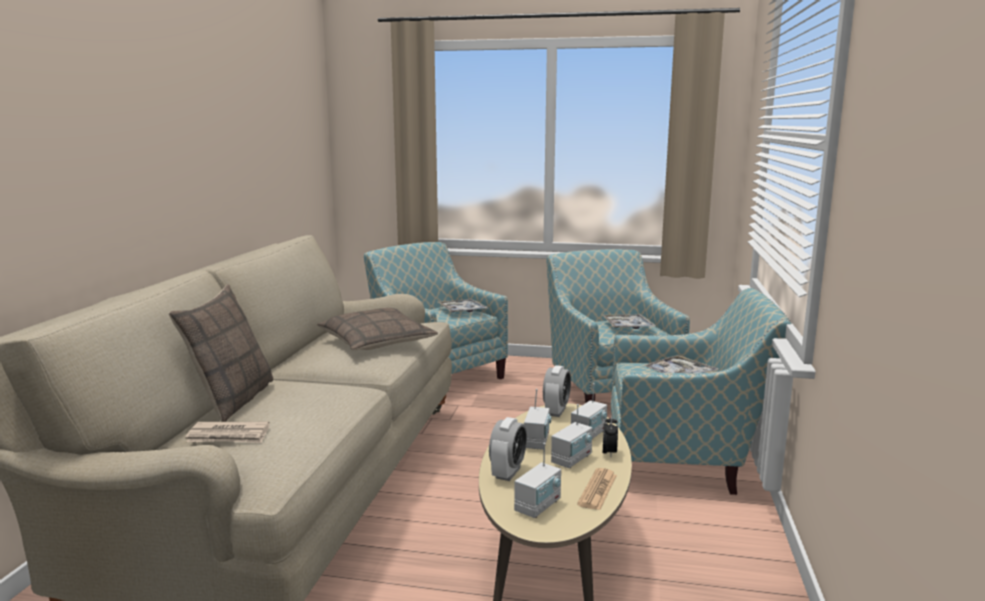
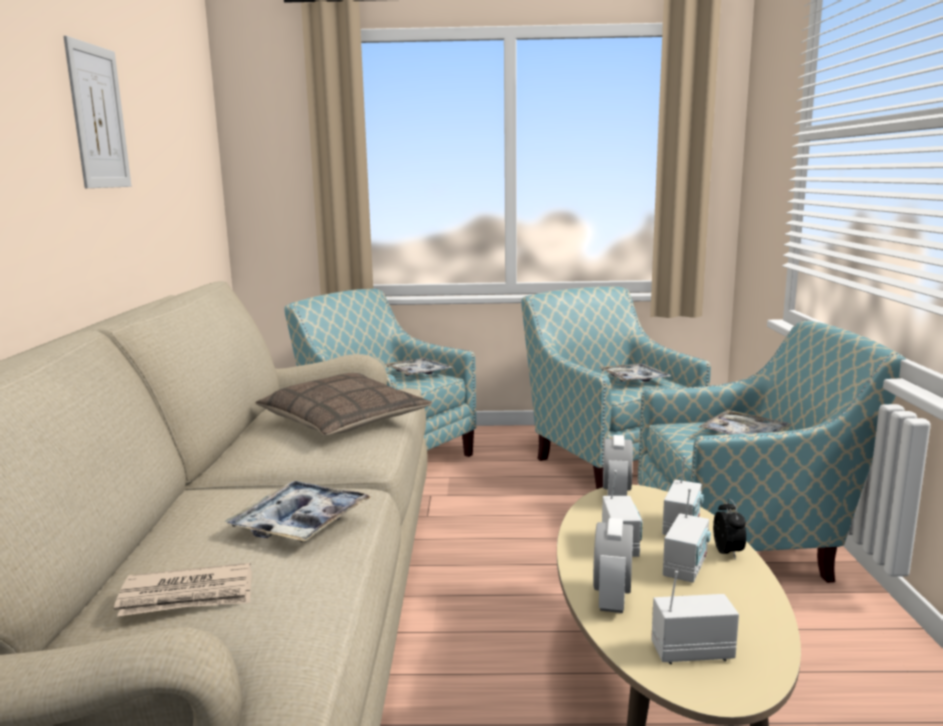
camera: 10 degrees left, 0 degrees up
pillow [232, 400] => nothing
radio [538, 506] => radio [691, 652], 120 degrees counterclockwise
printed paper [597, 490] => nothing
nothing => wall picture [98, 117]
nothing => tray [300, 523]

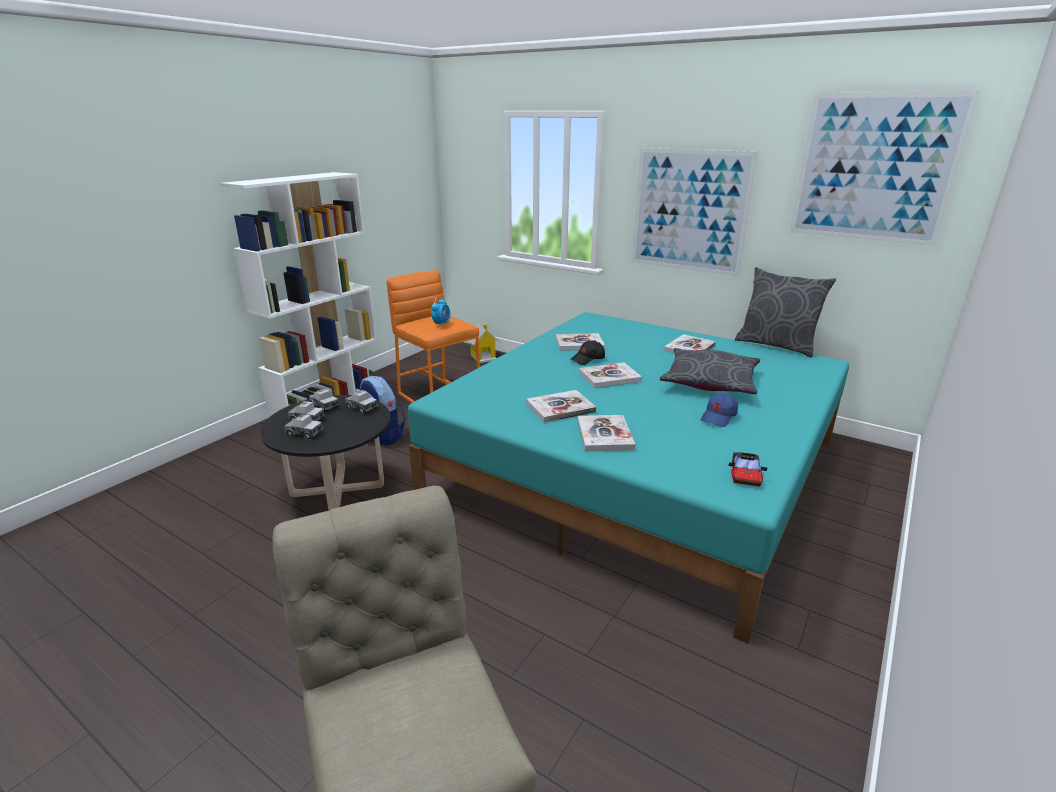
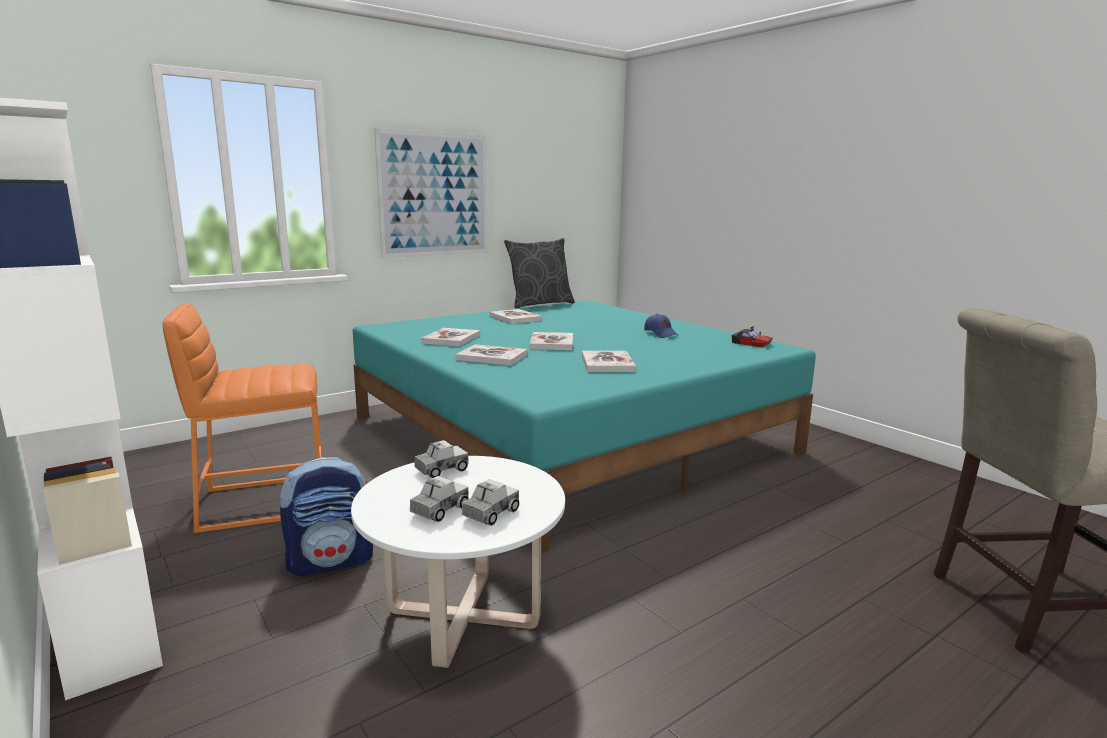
camera: 70 degrees left, 10 degrees down
wall picture [874, 168] => nothing
alarm clock [441, 324] => nothing
model house [483, 357] => nothing
cap in blackish [588, 359] => nothing
pillow in gray [709, 381] => nothing
toy truck [324, 406] => nothing
lounge table in blackish [338, 490] => lounge table in white [463, 617]
volume [604, 435] => volume [492, 357], shifted

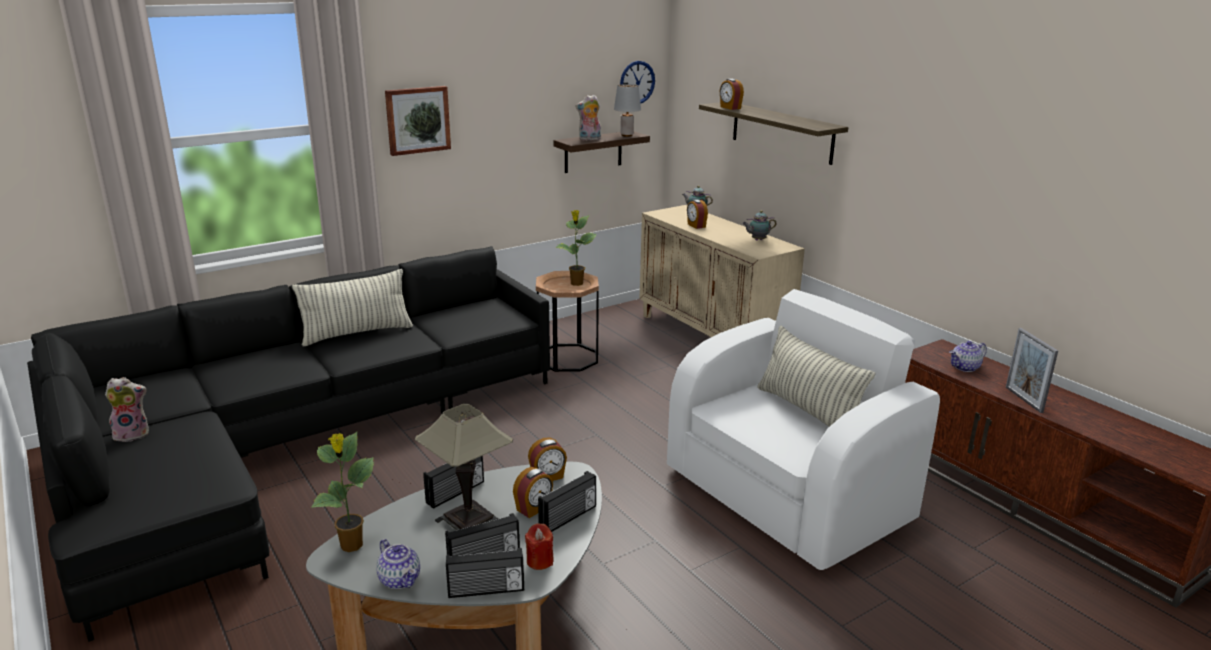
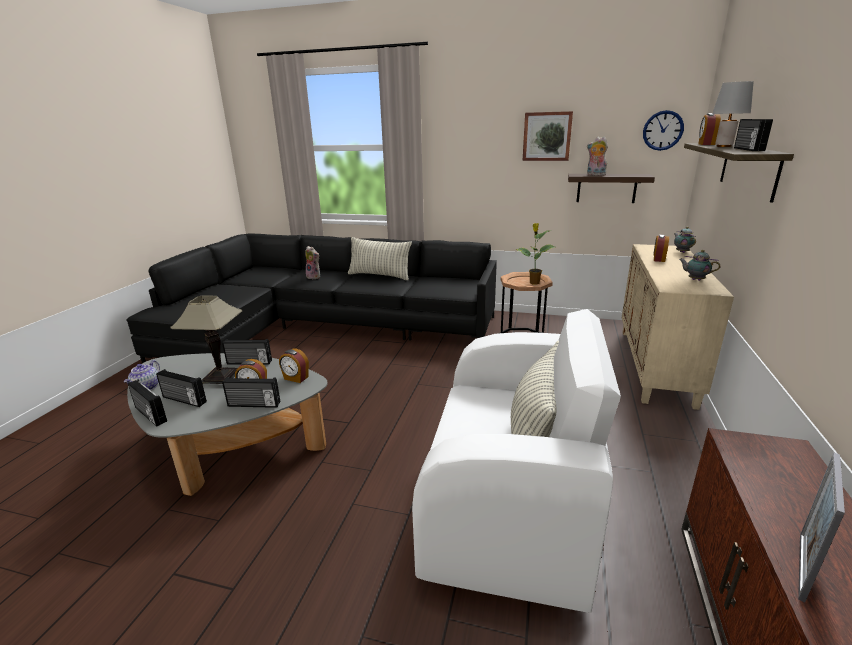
camera: 50 degrees right, 0 degrees up
table lamp in gray [626, 135] => table lamp in gray [723, 146], shifted
wall picture [417, 120] => wall picture [547, 136], shifted
pot for tea [965, 367] => nothing
cuddly toy [133, 434] => cuddly toy [314, 277], shifted
potted plant [351, 546] => nothing
wax candle in red-coloured [540, 561] => nothing
nothing => radio [747, 149]

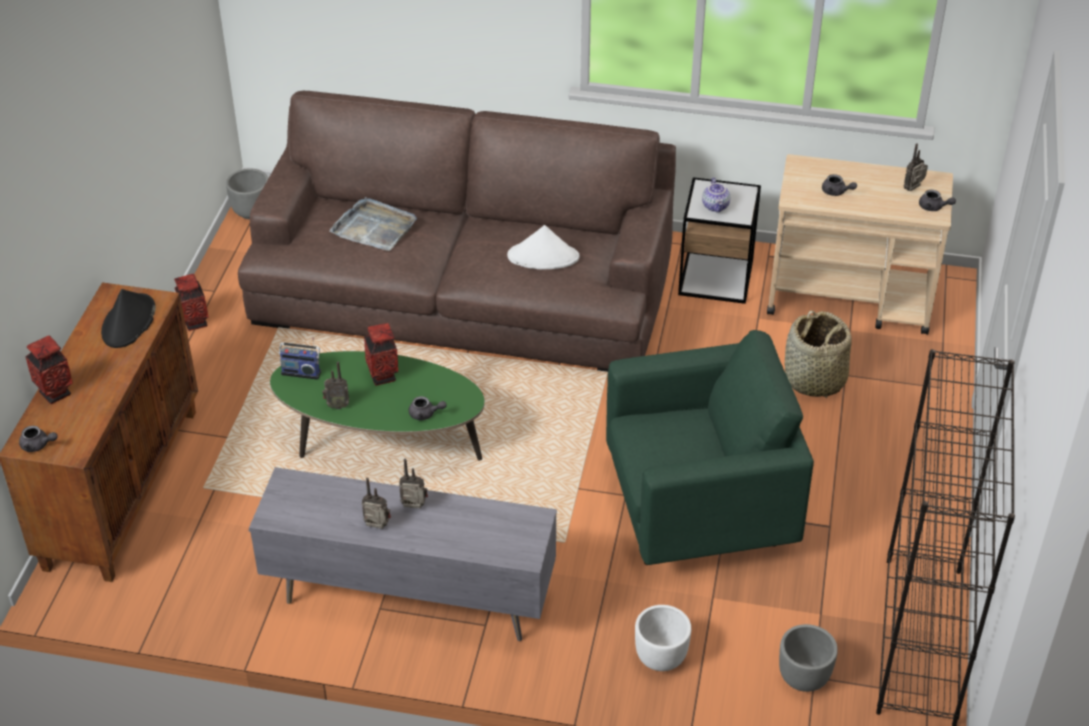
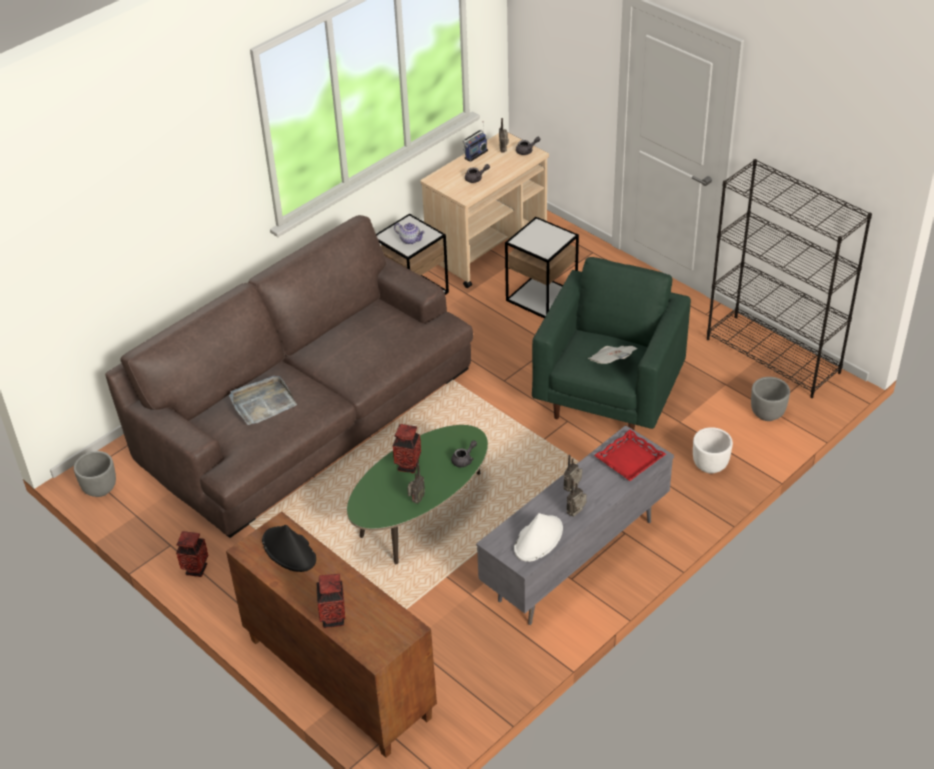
camera: 55 degrees left, 0 degrees up
clothing hat in white [543, 257] => clothing hat in white [538, 539], shifted
basket [814, 380] => accent table [541, 297]
radio [301, 371] => radio [475, 154], shifted
pot for tea in gray [38, 445] => nothing
nothing => printed paper [611, 363]
nothing => tray in red-coloured [630, 460]

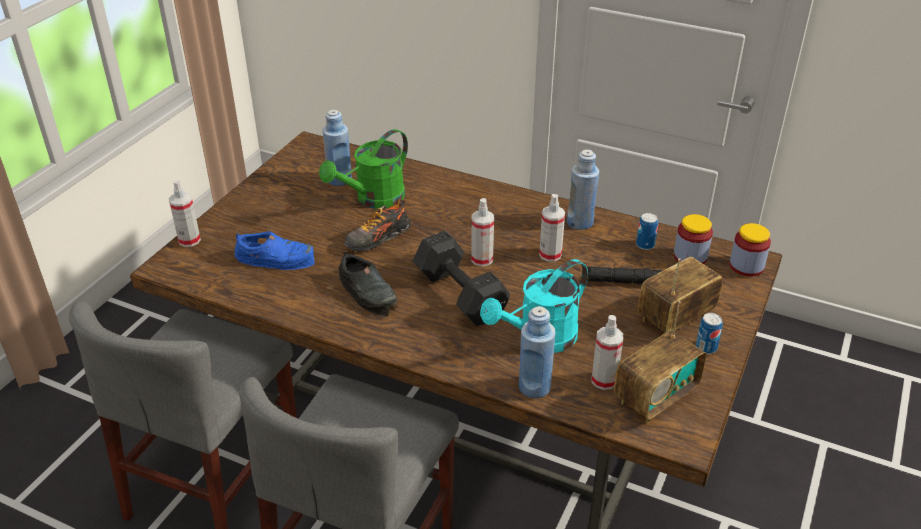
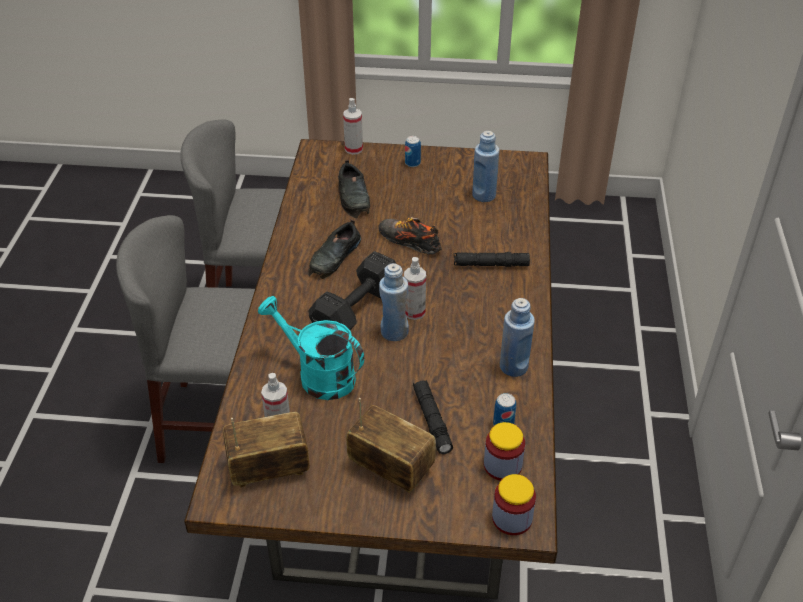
camera: 70 degrees right, 5 degrees up
watering pot in greenish [373, 200] => nothing
spray bottle [550, 254] => nothing
item of footwear in bluish [276, 258] => item of footwear in blackish [354, 197]
radio [655, 397] => radio [269, 469], 135 degrees clockwise
beverage bottle in bluish [534, 387] => beverage bottle in bluish [394, 332], shifted
can [706, 347] => can [412, 163], shifted
nothing => hand torch in blackish [491, 264]

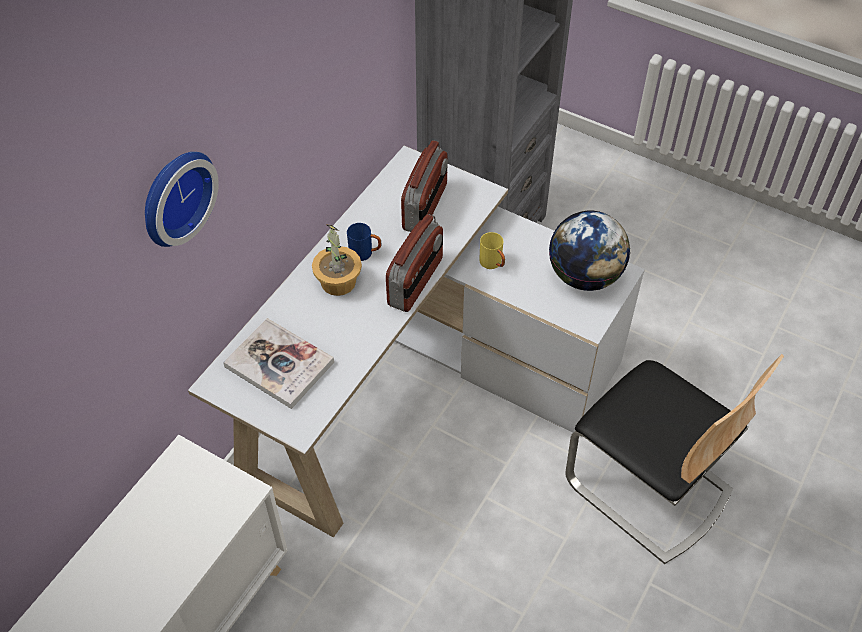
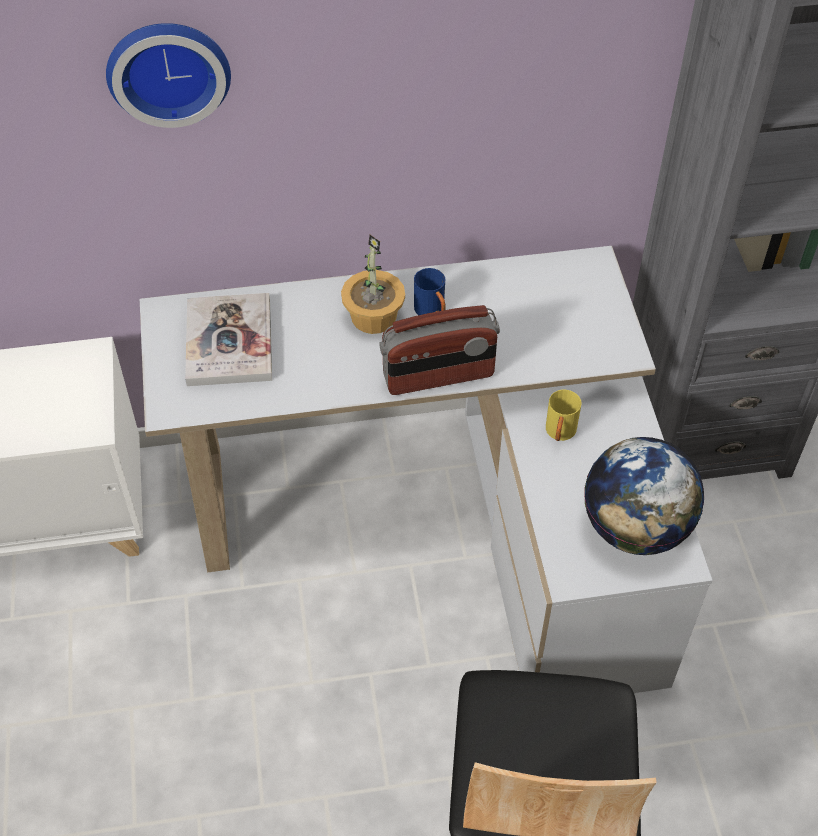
camera: 50 degrees right, 0 degrees up
radio [425, 207] => nothing

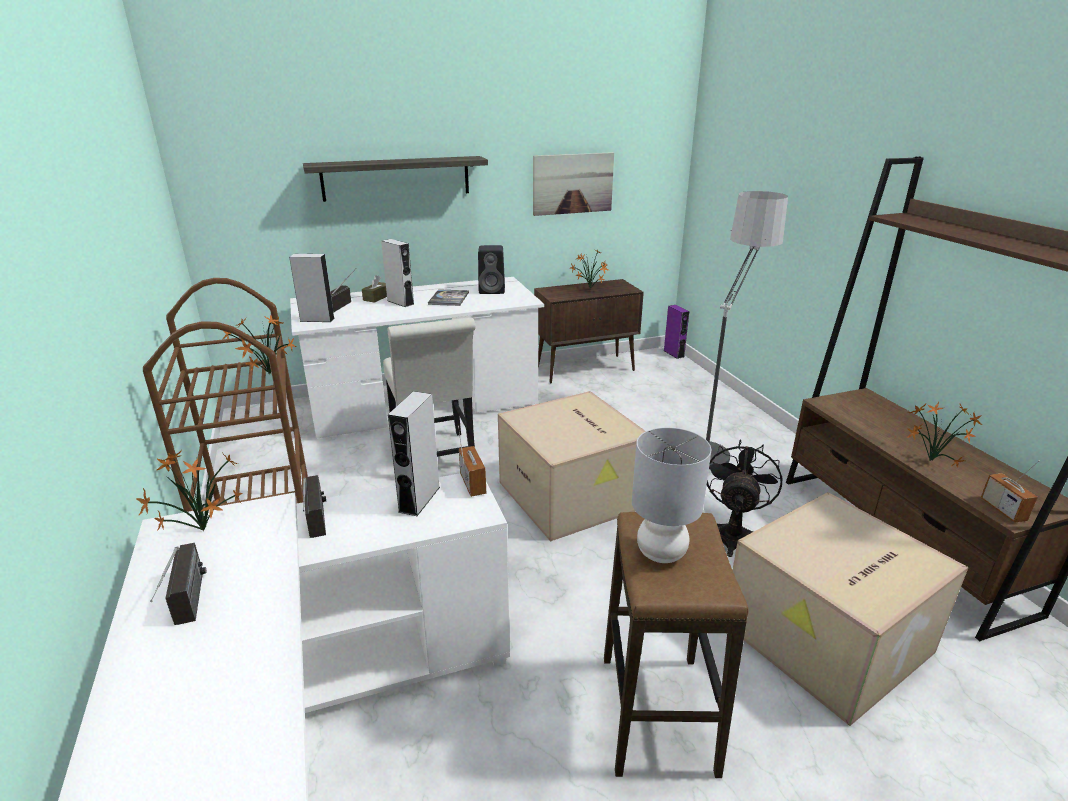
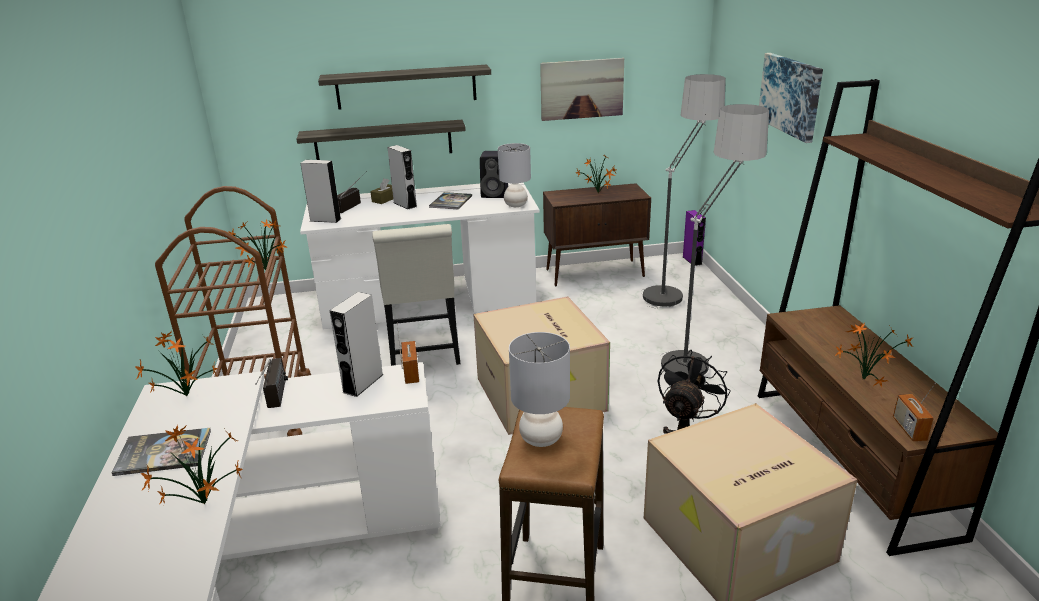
camera: 10 degrees right, 0 degrees up
radio [189, 610] => volume [164, 453]
nothing => wall picture [791, 95]
nothing => standing lamp [674, 286]
nothing => bracket shelf [383, 141]
nothing => table lamp in gray [515, 205]
nothing => potted plant [202, 504]

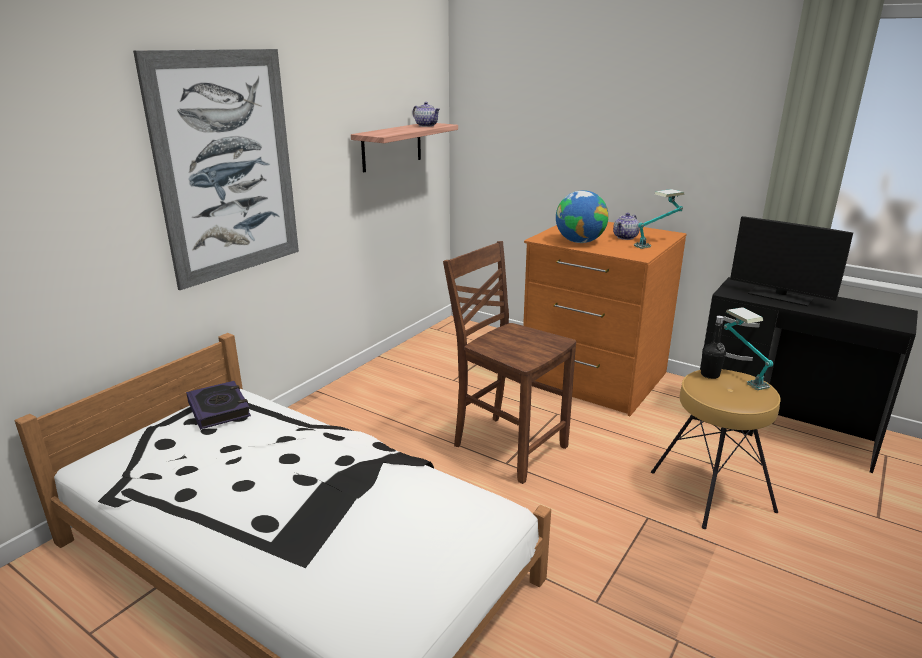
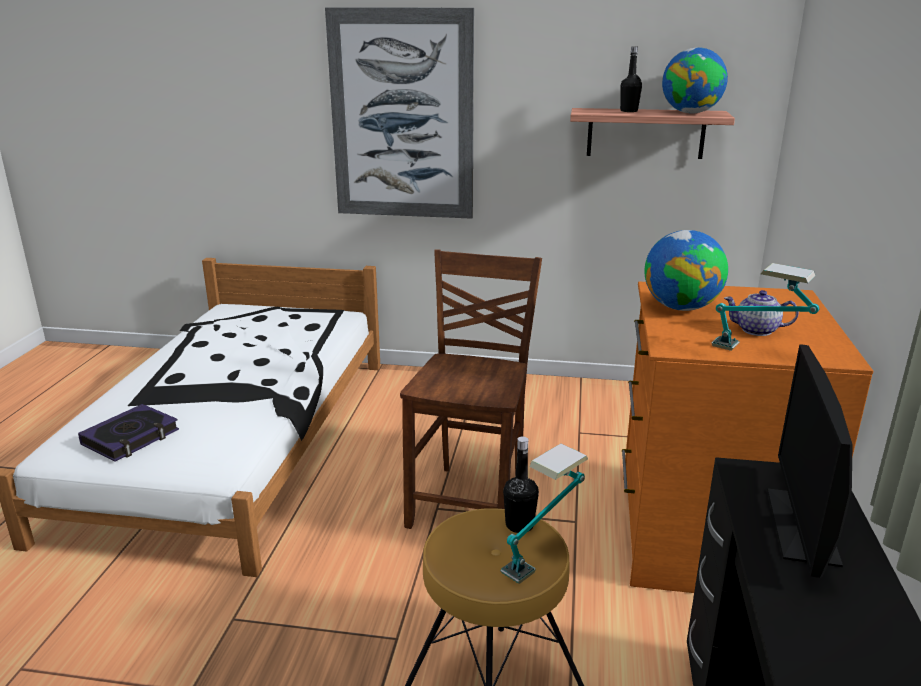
camera: 65 degrees right, 0 degrees up
pot for tea [426, 125] => world globe [691, 113]
volume [219, 409] => volume [131, 438], shifted
nothing => beverage bottle in blackish [629, 111]

